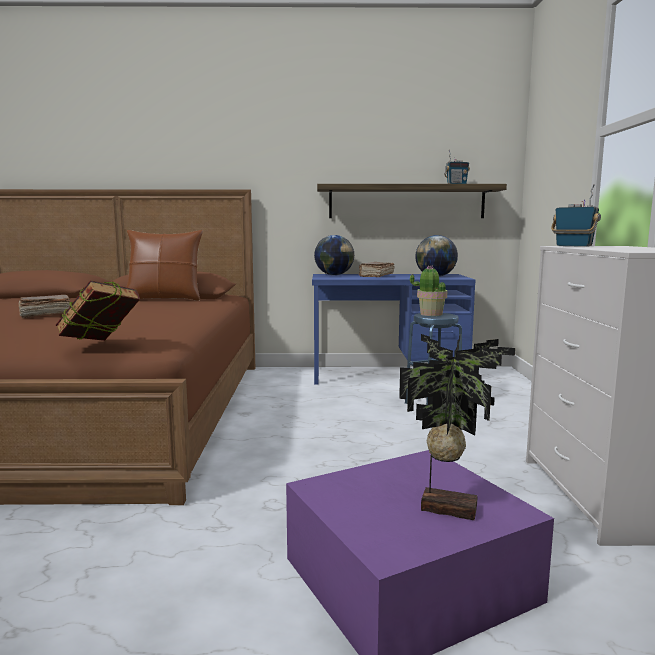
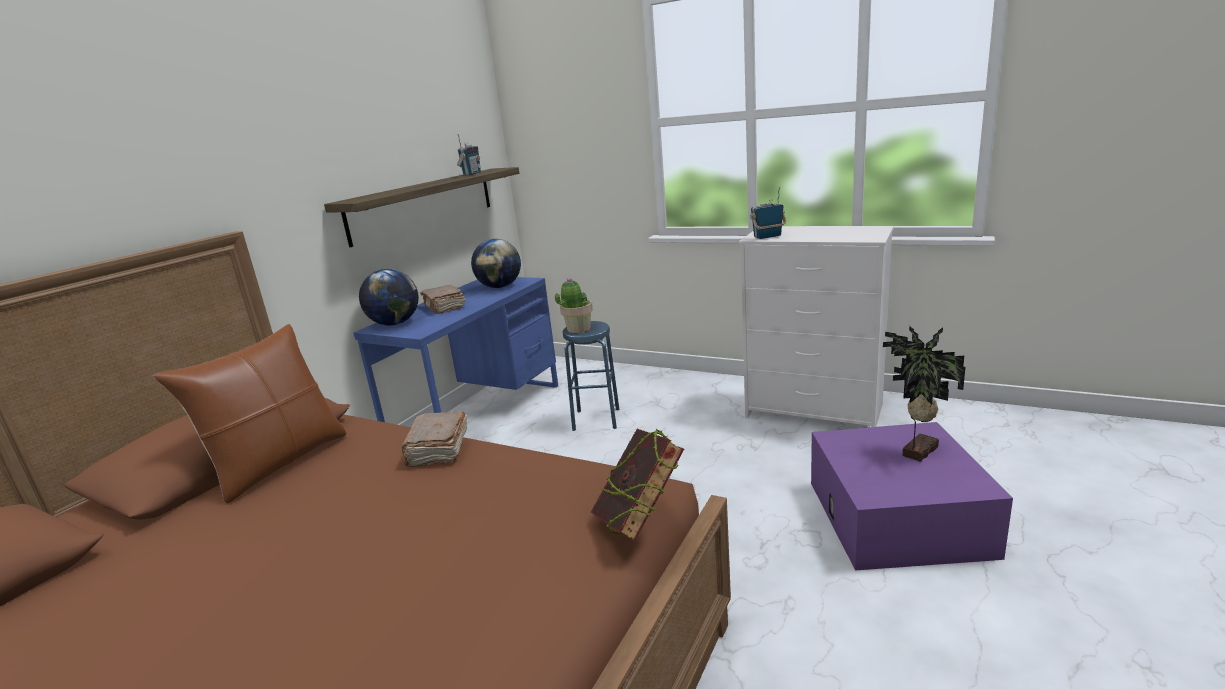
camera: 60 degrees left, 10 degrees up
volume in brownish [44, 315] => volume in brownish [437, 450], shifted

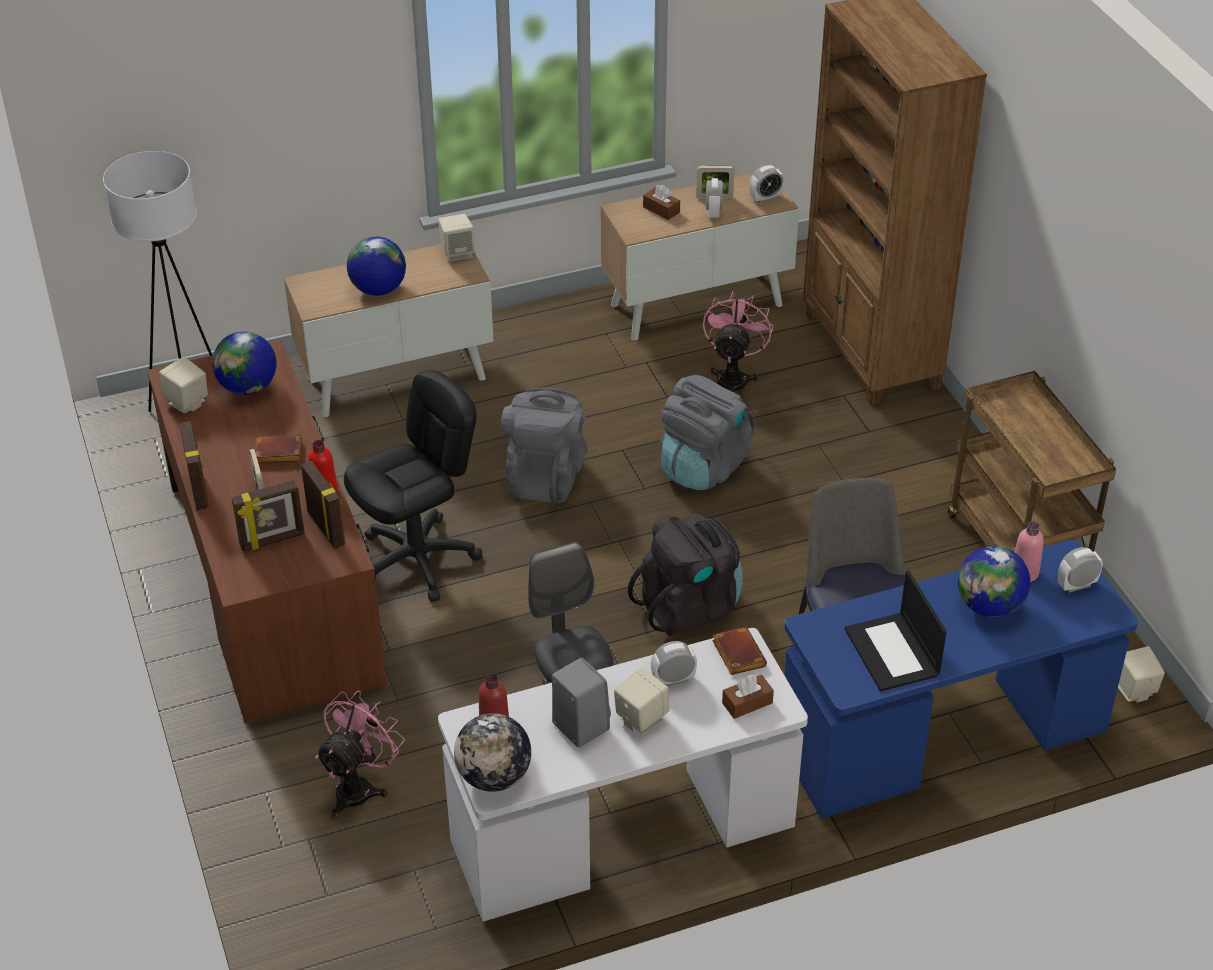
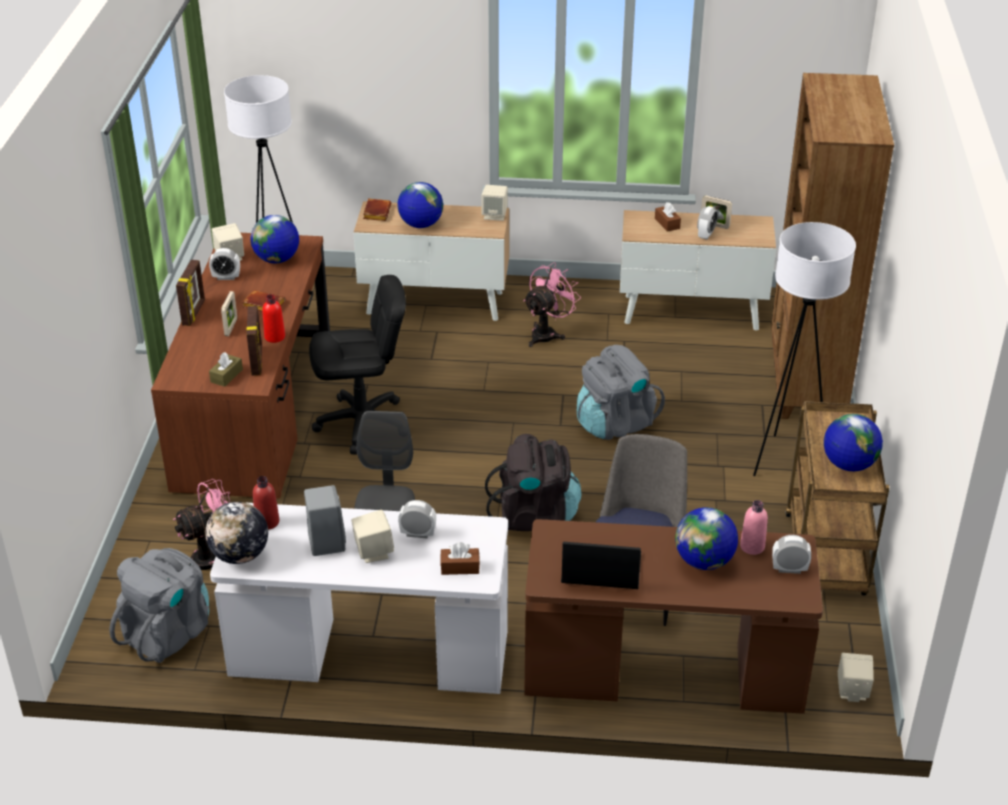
camera: 25 degrees right, 5 degrees down
alarm clock [765, 198] => alarm clock [226, 277], shifted
cooling fan in pink [733, 378] => cooling fan in pink [547, 333], shifted
knapsack in gray [545, 476] => knapsack in gray [168, 632], shifted
picture frame [272, 540] => nothing
desk unit in bluish [942, 740] => desk unit in brownish [663, 673]
notebook computer [893, 653] => notebook computer [600, 569], 90 degrees clockwise
volume in brownish [736, 654] => volume in brownish [376, 212], shifted
nothing => standing lamp in white [786, 461]
nothing => tissue box in brownish [226, 376]
nothing => world globe [848, 464]

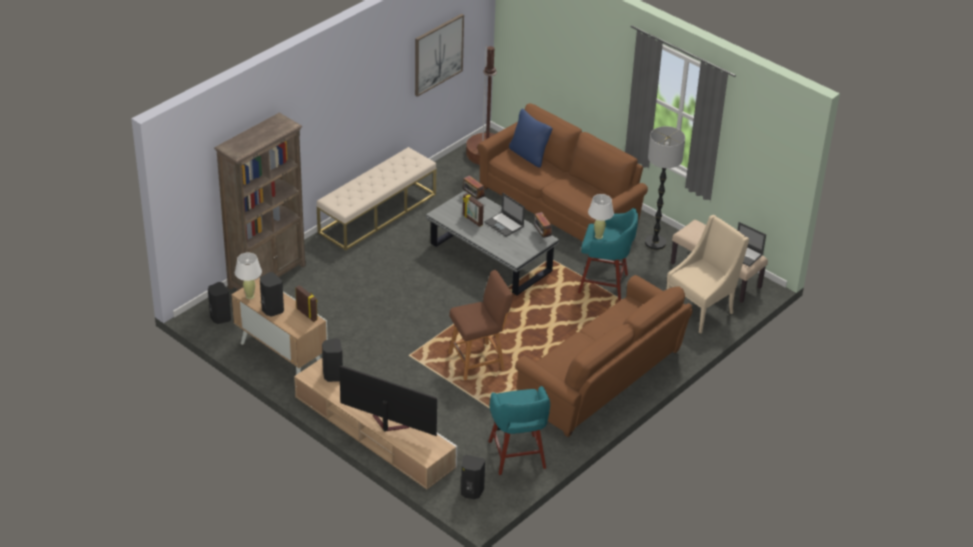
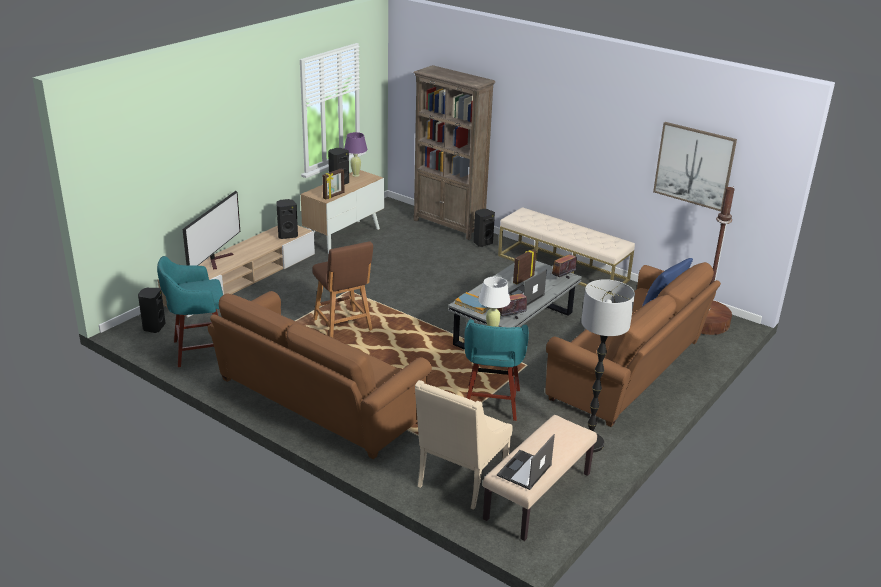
camera: 85 degrees right, 10 degrees down
lounge chair in beige-coloured [701, 310] => lounge chair in beige-coloured [459, 481], 75 degrees clockwise
table lamp in white [250, 296] => table lamp in purple [355, 175]
speaker in blackish [220, 318] => speaker in blackish [482, 243], shifted
nothing => volume [474, 304]

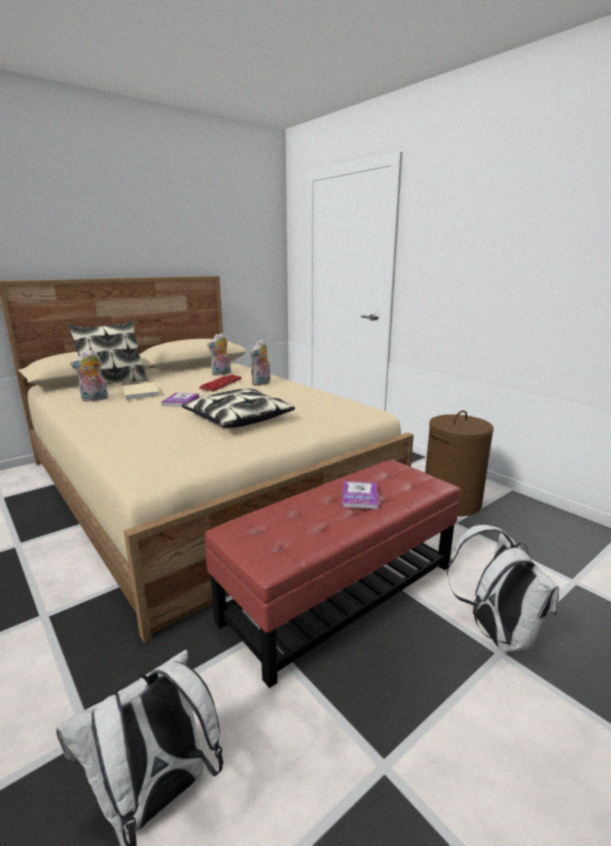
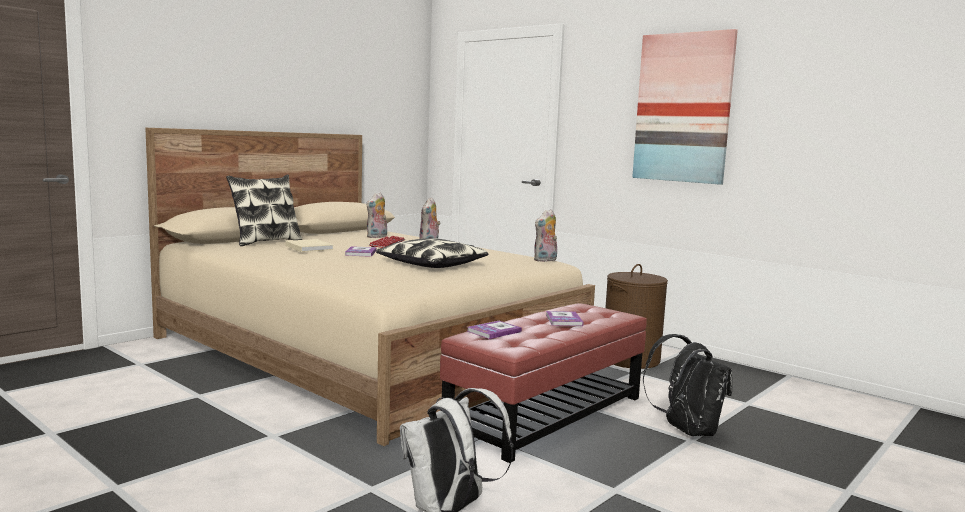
camera: 10 degrees left, 10 degrees down
cuddly toy [94, 399] => cuddly toy [545, 260], shifted
knapsack in white [496, 633] => knapsack in blackish [686, 431]
nothing => wall picture [683, 108]
nothing => volume [494, 331]

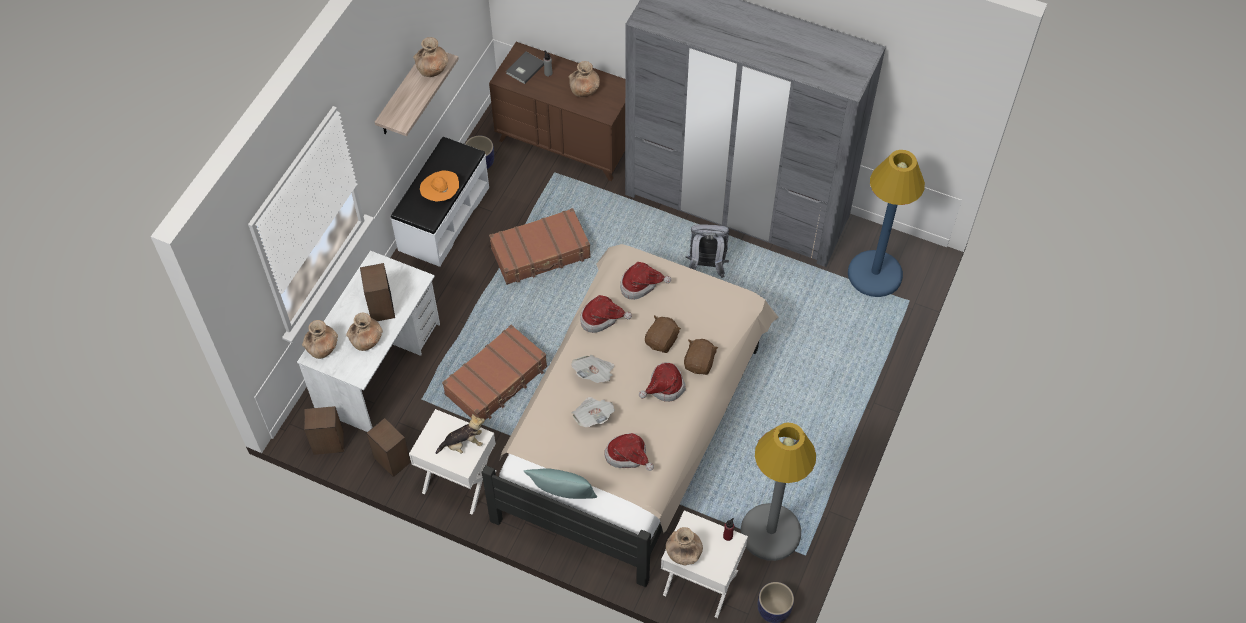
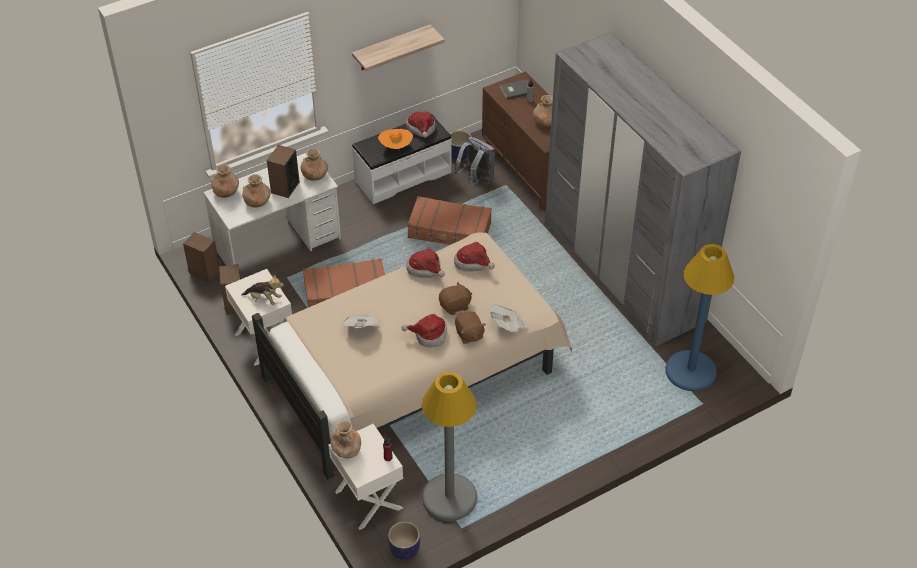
camera: 35 degrees right, 10 degrees down
vase in brownish [433, 69] => vase in brownish [315, 175], shifted
knapsack in gray [706, 266] => knapsack in gray [476, 180], shifted
cuddly toy in brownish [699, 363] => cuddly toy in brownish [469, 334], 105 degrees clockwise
printed paper [594, 374] => printed paper [507, 325], shifted
clothing hat [628, 456] => clothing hat [421, 130], shifted
pillow in turquoise [562, 496] => nothing

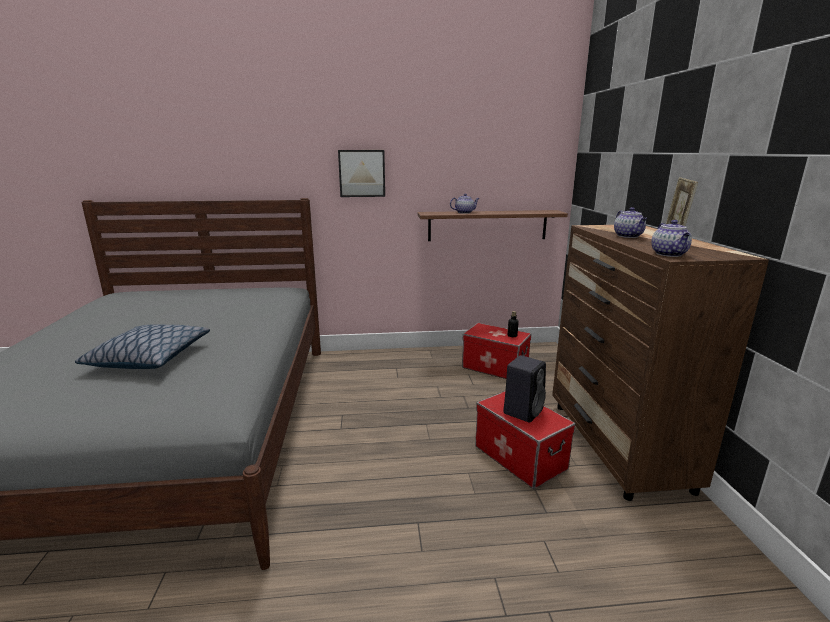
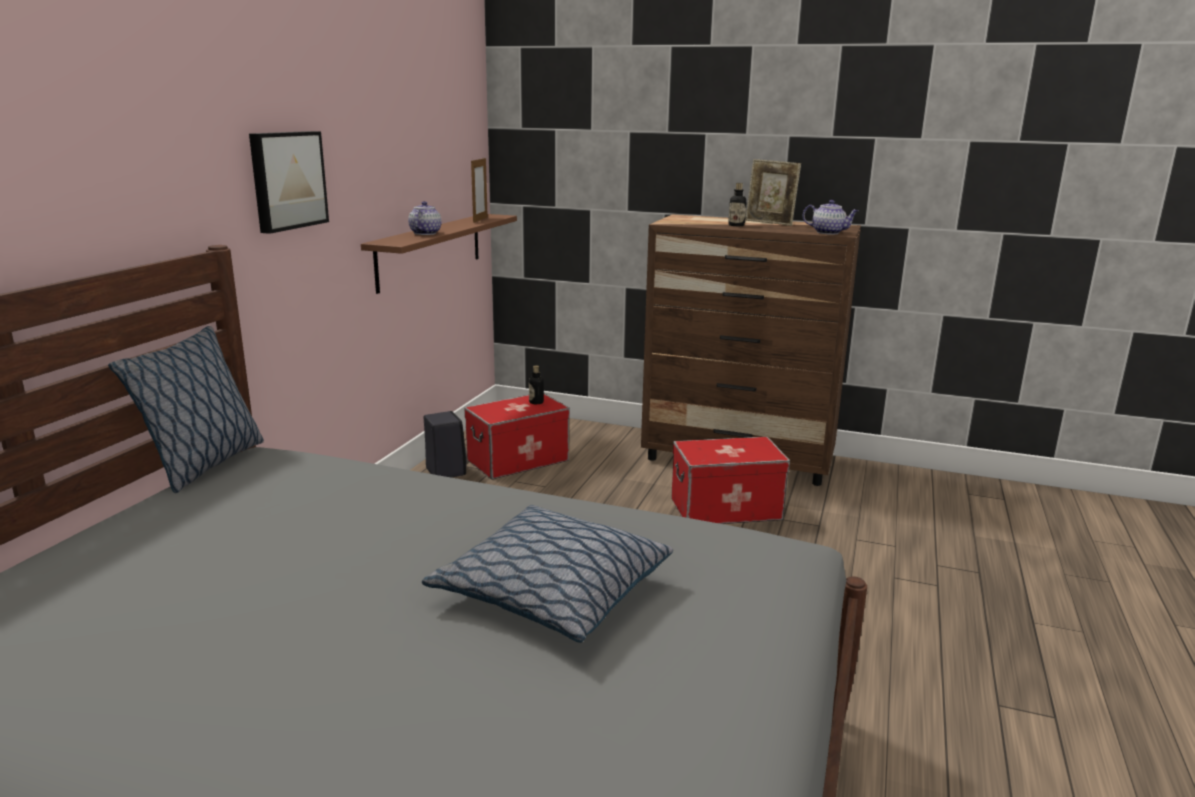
camera: 65 degrees left, 0 degrees up
pot for tea [628, 236] => beverage bottle [736, 225]
speaker in blackish [523, 411] => speaker in blackish [445, 471], shifted
nothing => picture frame [480, 219]
nothing => pillow [204, 465]

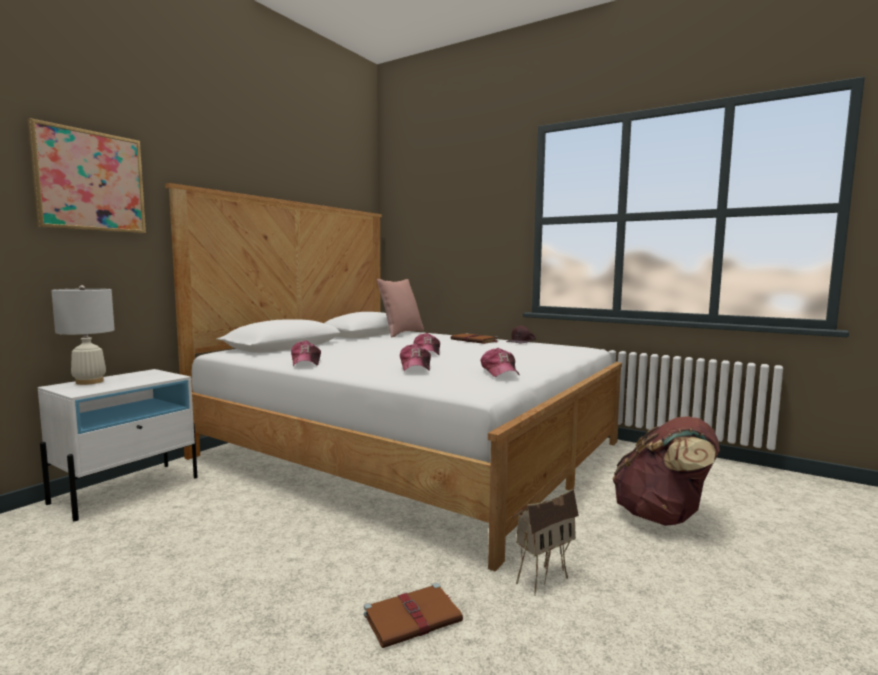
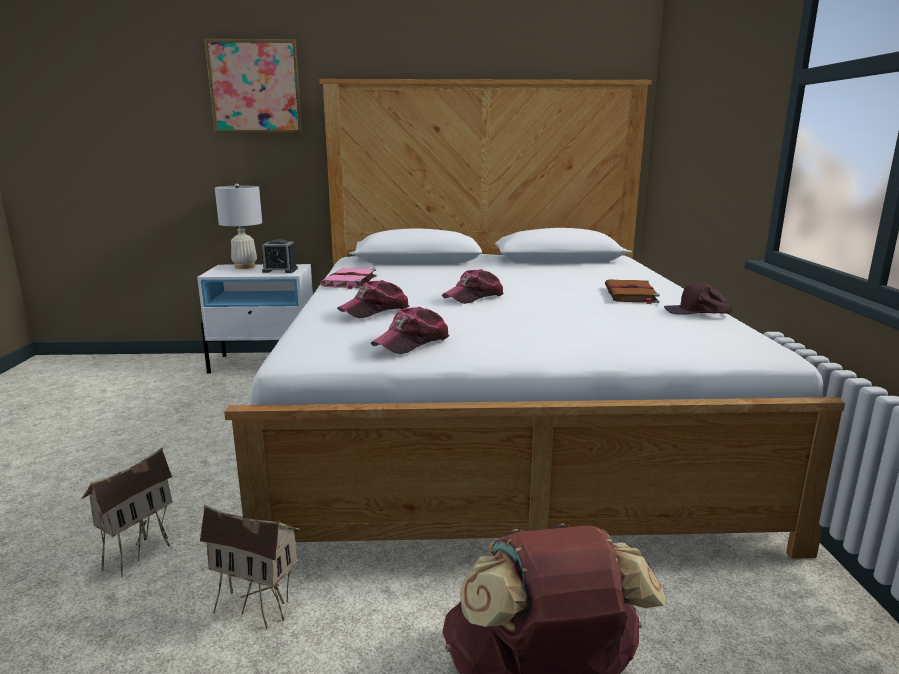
camera: 55 degrees right, 10 degrees up
pillow in pink [401, 333] => nothing
cap [306, 362] => volume in pink [349, 281]
volume in brownish [414, 618] => model house [138, 552]
nothing => alarm clock [280, 270]

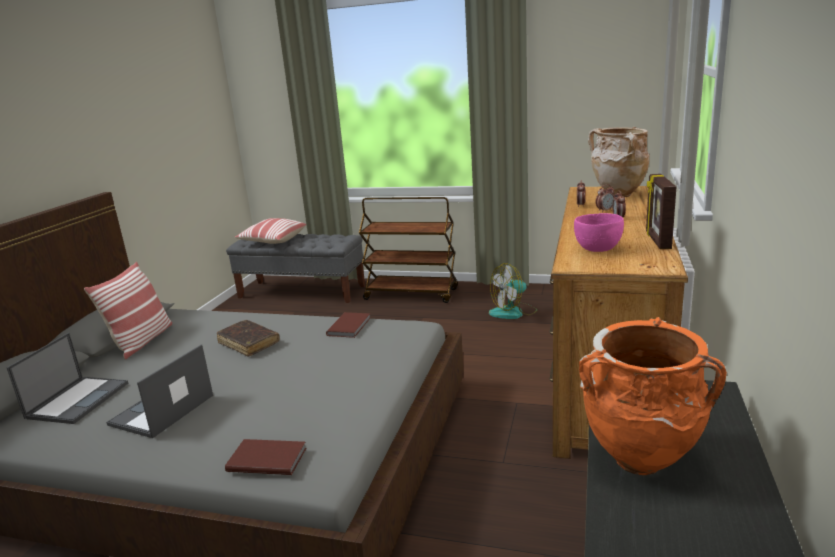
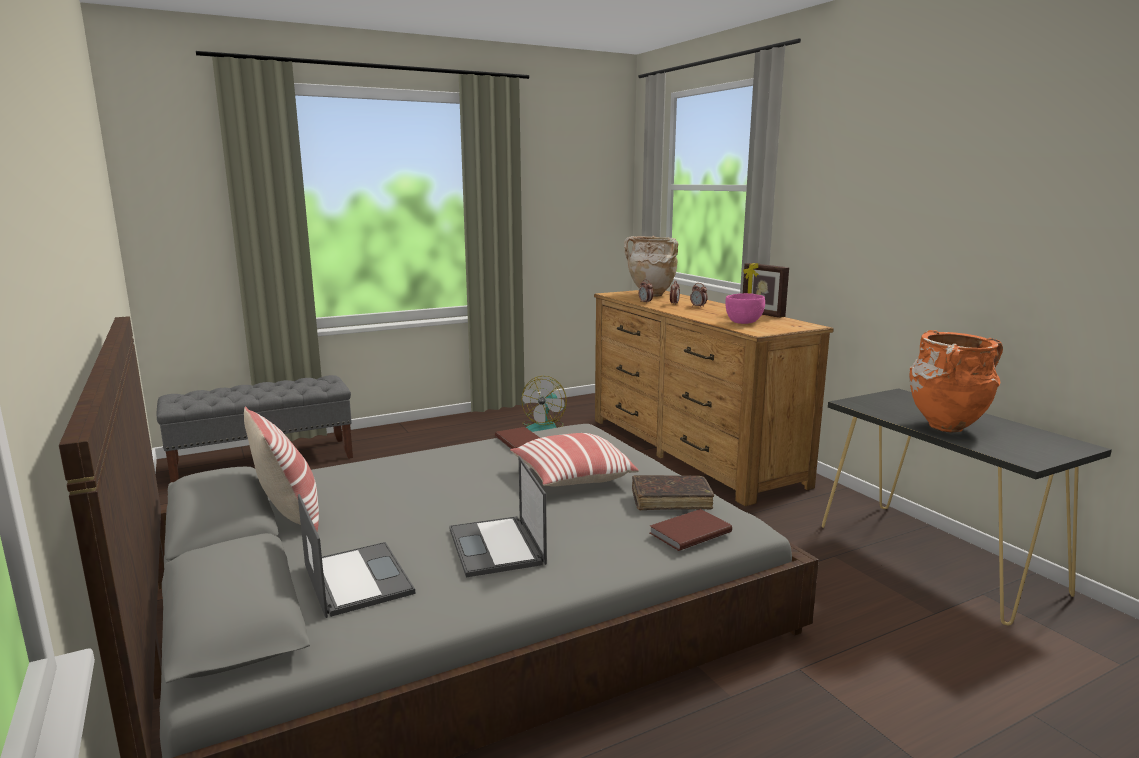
camera: 45 degrees left, 5 degrees down
trolley in brownish [412, 294] => nothing
pillow [272, 241] => pillow [571, 478], shifted
volume in brownish [249, 343] => volume in brownish [671, 500], shifted

